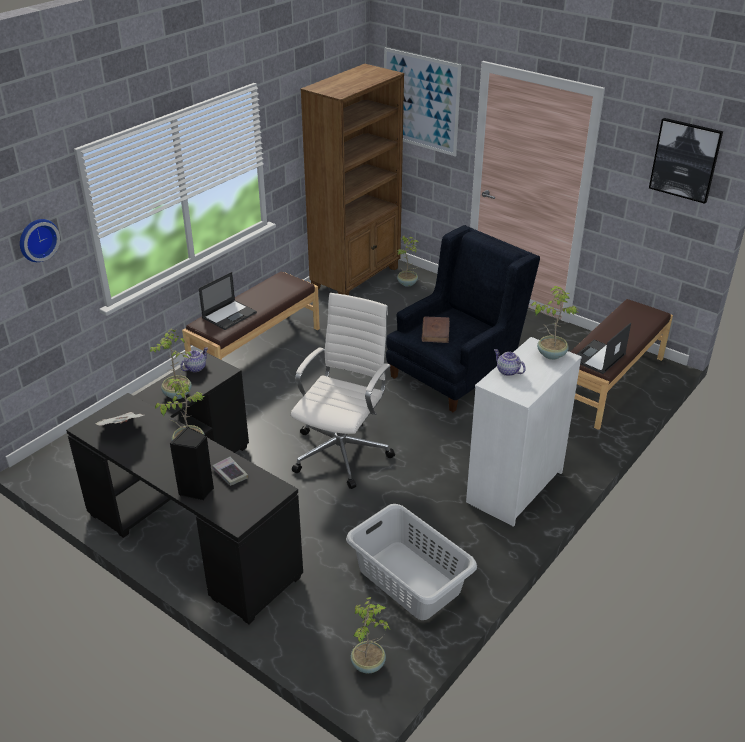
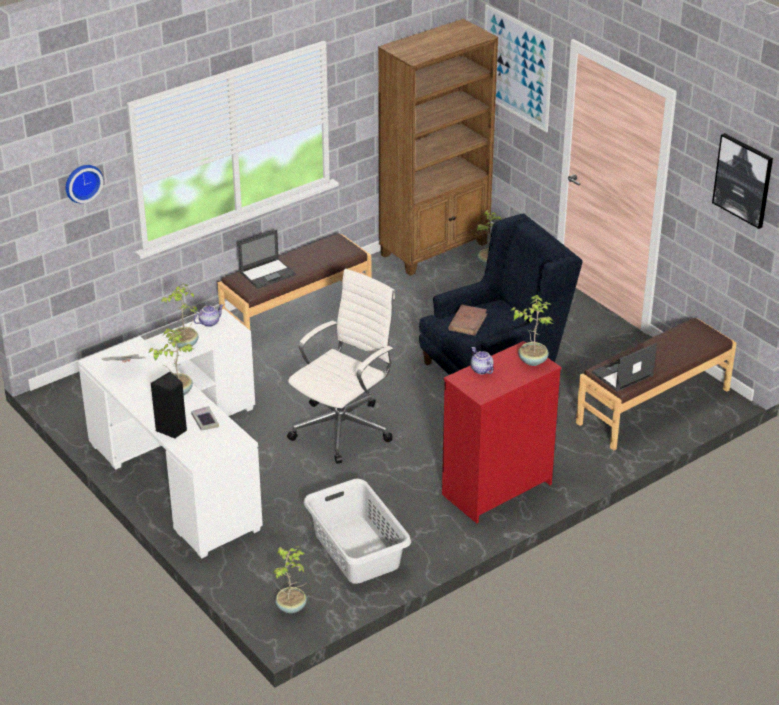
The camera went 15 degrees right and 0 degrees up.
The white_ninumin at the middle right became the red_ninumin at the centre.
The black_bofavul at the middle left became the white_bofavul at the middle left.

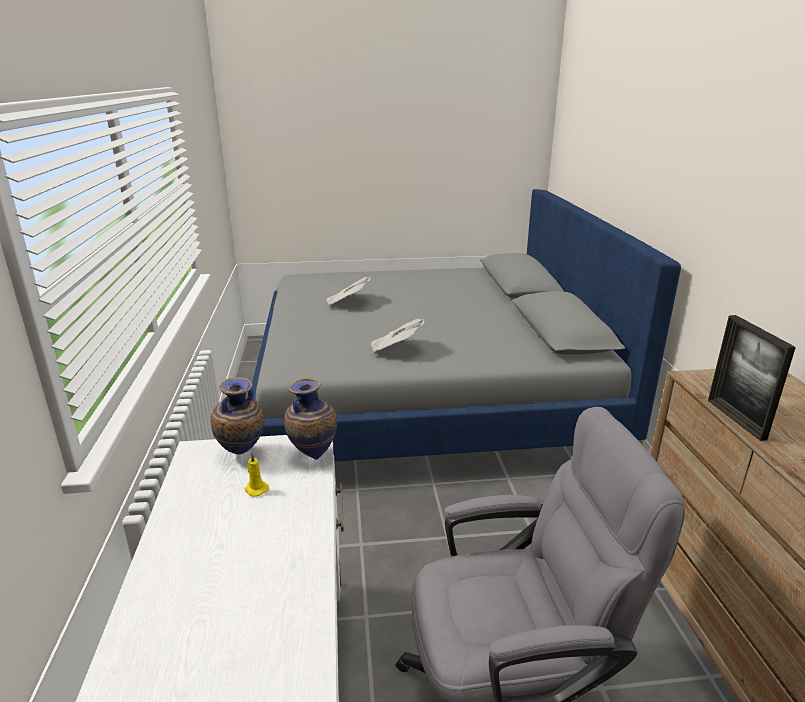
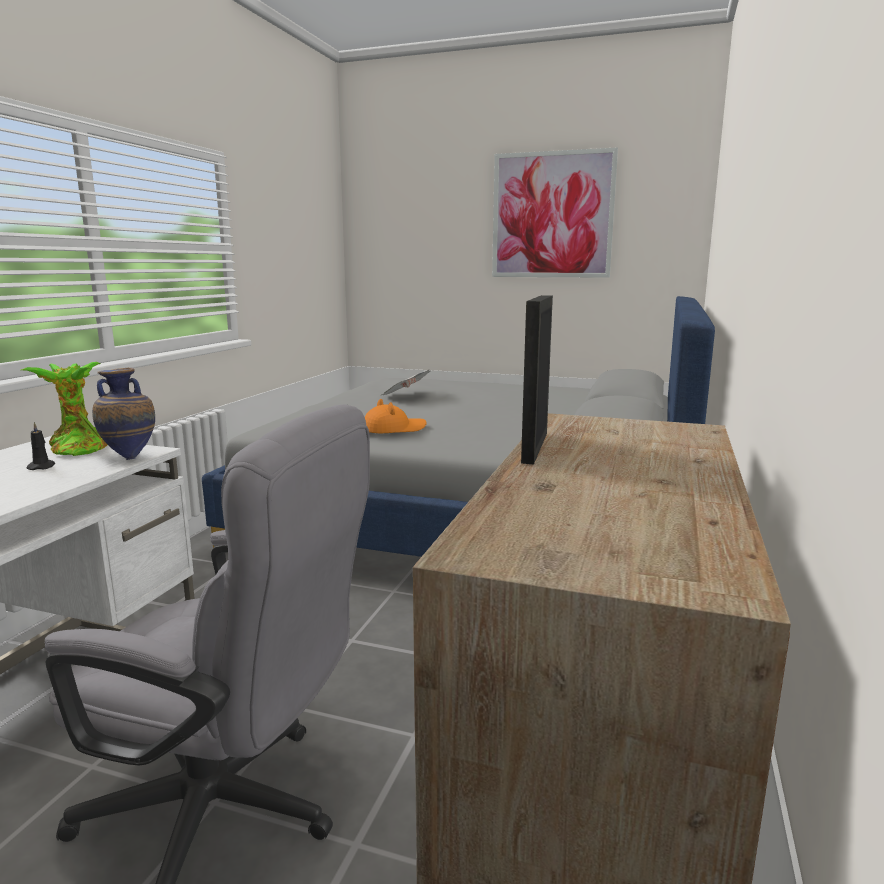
The camera went 25 degrees right and 10 degrees down.
The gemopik (no. 2 from left) at the centre was replaced by the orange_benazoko at the centre.
The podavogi (no. 1 from left) at the middle left was replaced by the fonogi at the middle left.
The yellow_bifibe at the bottom left became the black_bifibe at the middle left.
The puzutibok at the top centre appeared.

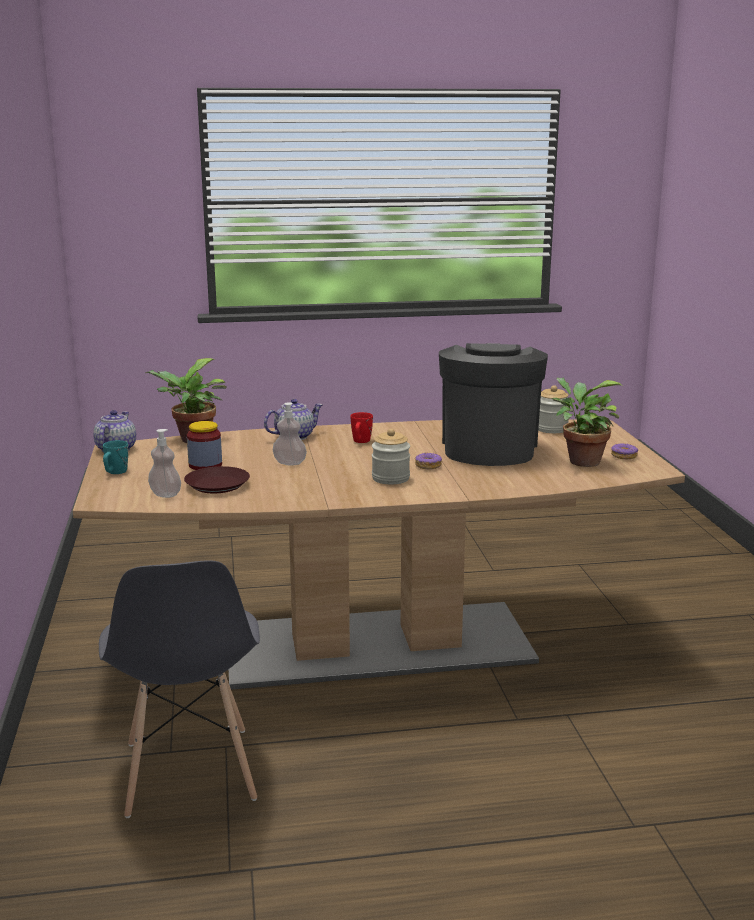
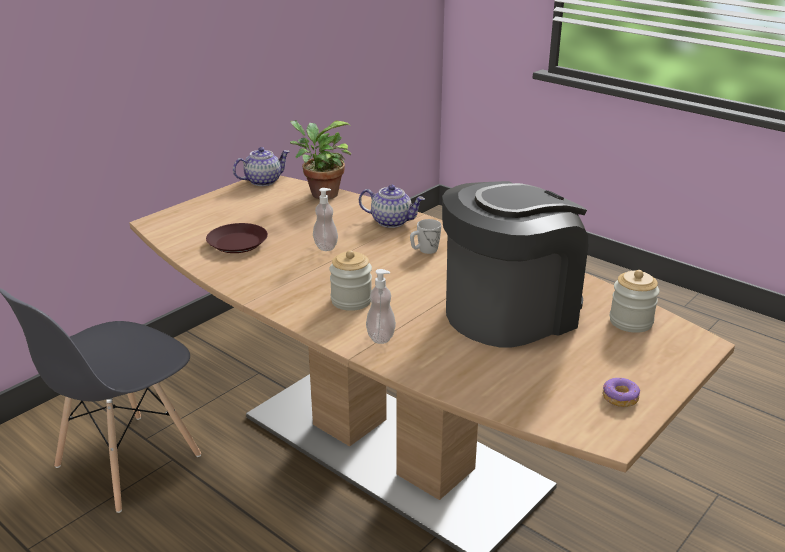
The camera went 50 degrees right and 10 degrees up.
The fonogi (no. 2 from left) at the middle right disappeared.
The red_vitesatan at the centre became the white_vitesatan at the centre.
The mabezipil (no. 1 from left) at the middle left disappeared.
The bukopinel (no. 1 from left in the first image) moved from the middle left to the centre.
The turquoise_vitesatan at the middle left disappeared.
The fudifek (no. 1 from left) at the centre disappeared.

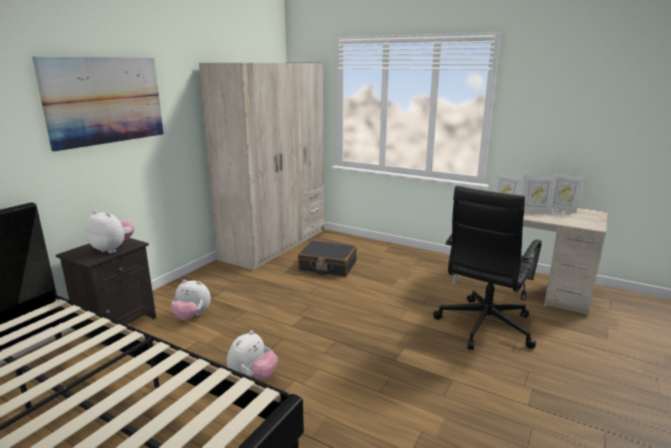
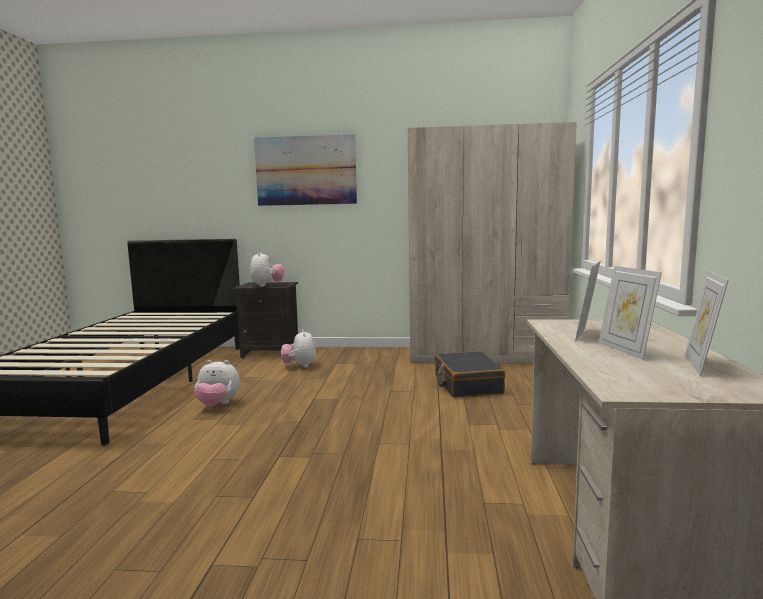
The camera went 65 degrees right and 10 degrees down.
The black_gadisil at the middle right disappeared.

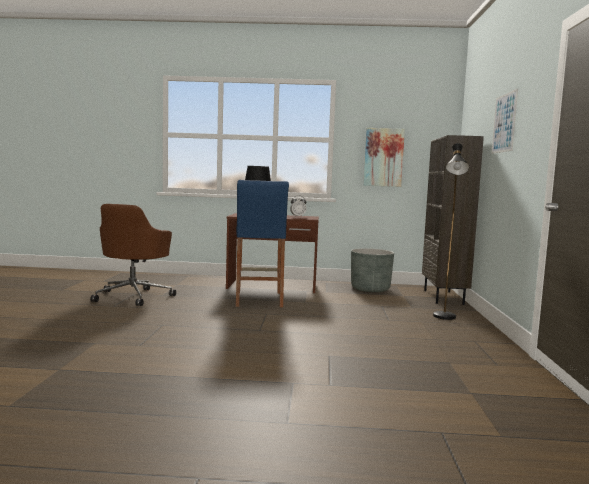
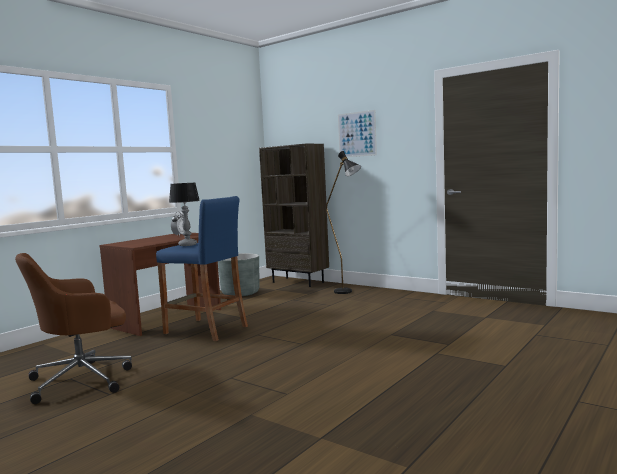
The camera went 55 degrees left and 0 degrees up.
The puzutibok (no. 1 from left) at the top centre disappeared.
The brown_gadisil at the middle left turned 105 degrees clockwise.

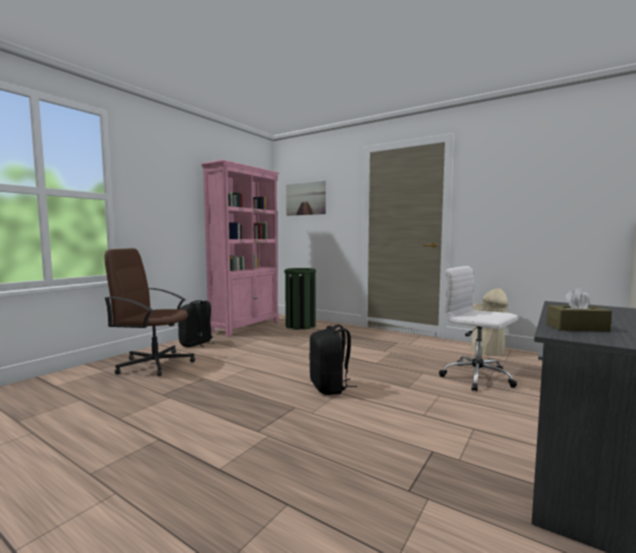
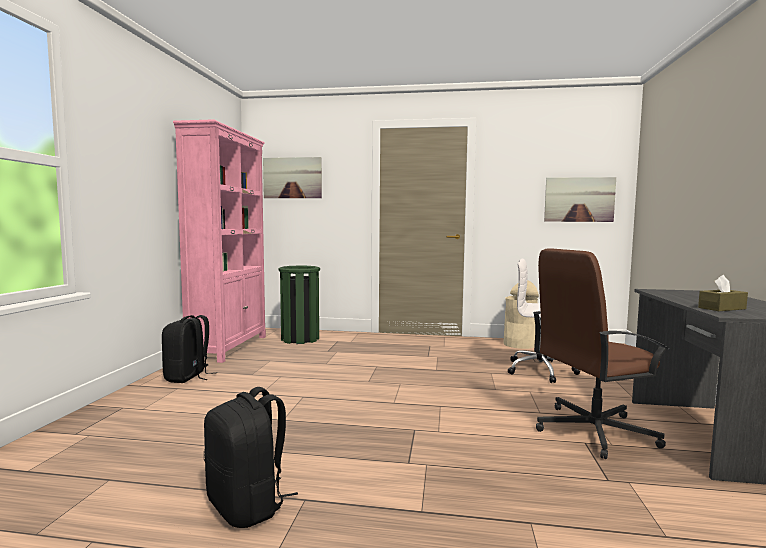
The camera went 25 degrees left and 0 degrees up.
The brown_gadisil moved from the middle left to the middle right.
The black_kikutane (no. 2 from left) moved from the centre to the bottom left.
The puzutibok (no. 2 from left) at the middle right appeared.

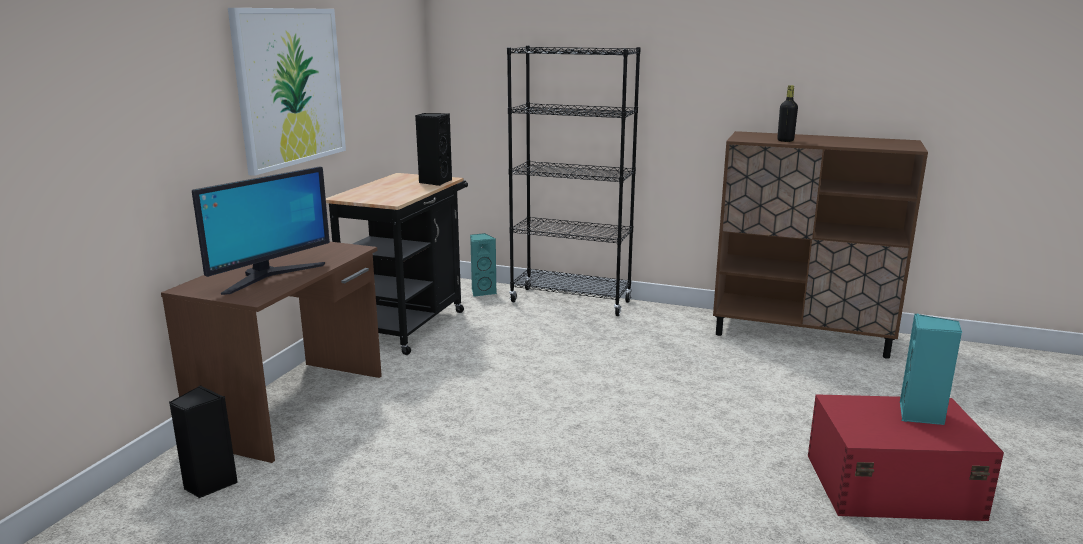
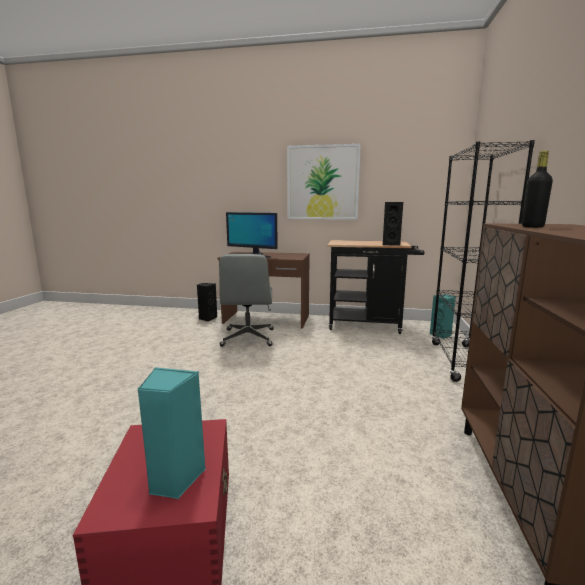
The camera went 80 degrees right and 5 degrees down.
The grey_gadisil at the centre appeared.

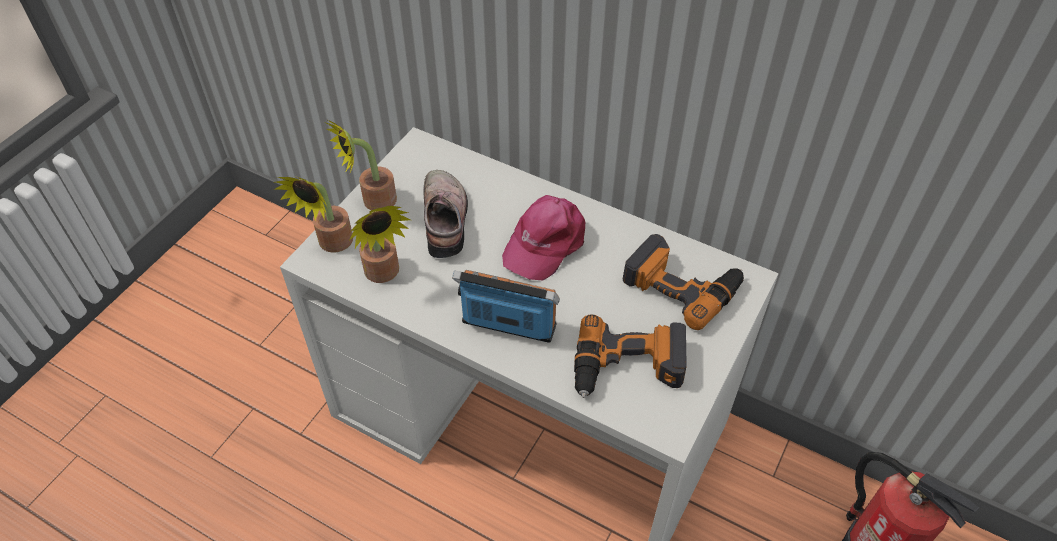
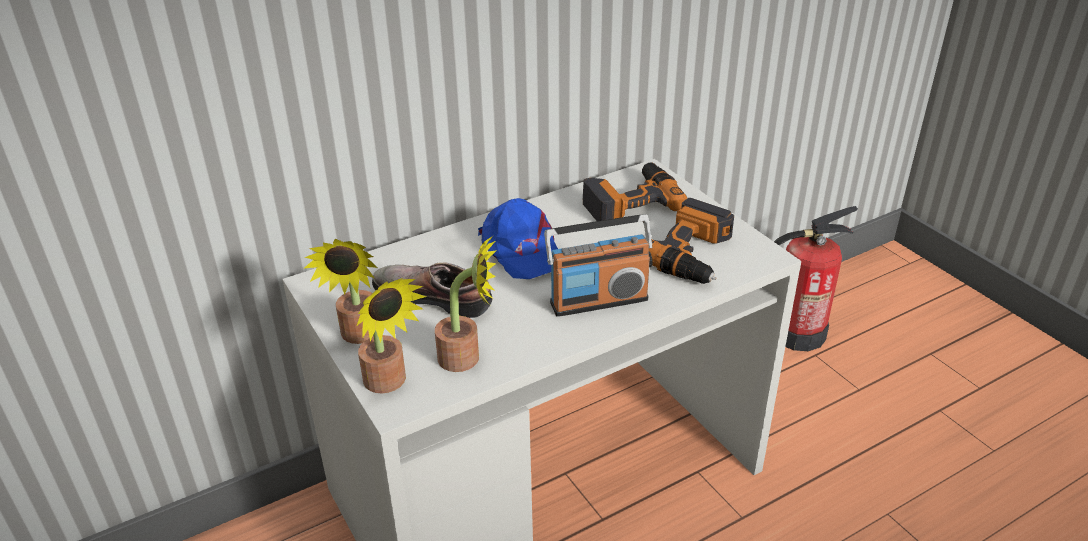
The camera went 60 degrees left and 15 degrees down.
The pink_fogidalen at the centre became the blue_fogidalen at the centre.
The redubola at the centre turned 150 degrees counterclockwise.

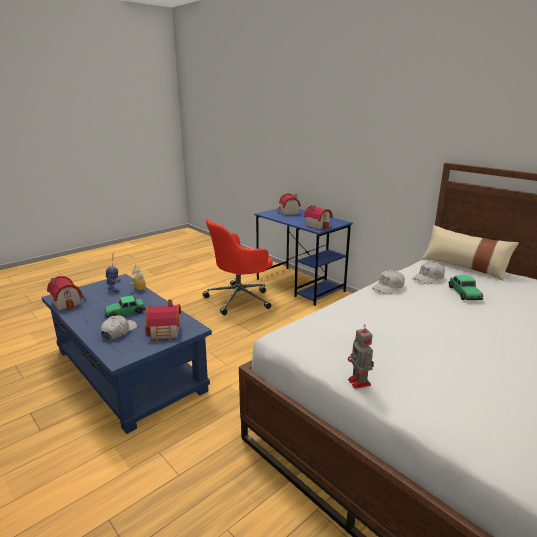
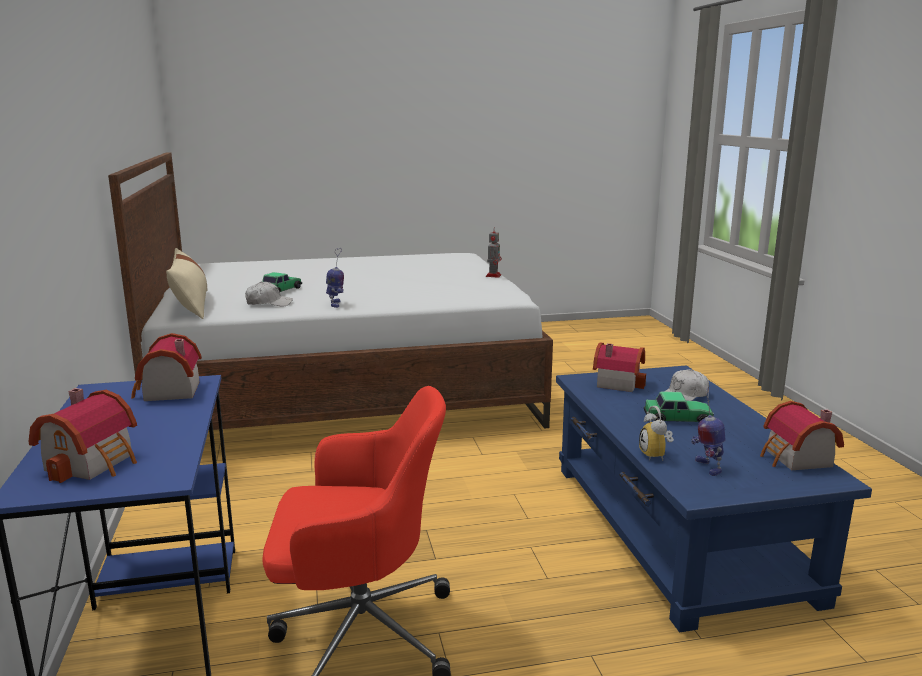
The camera went 150 degrees left and 5 degrees down.
The white_fogidalen (no. 2 from left) at the middle right was replaced by the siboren (no. 1 from left) at the centre.

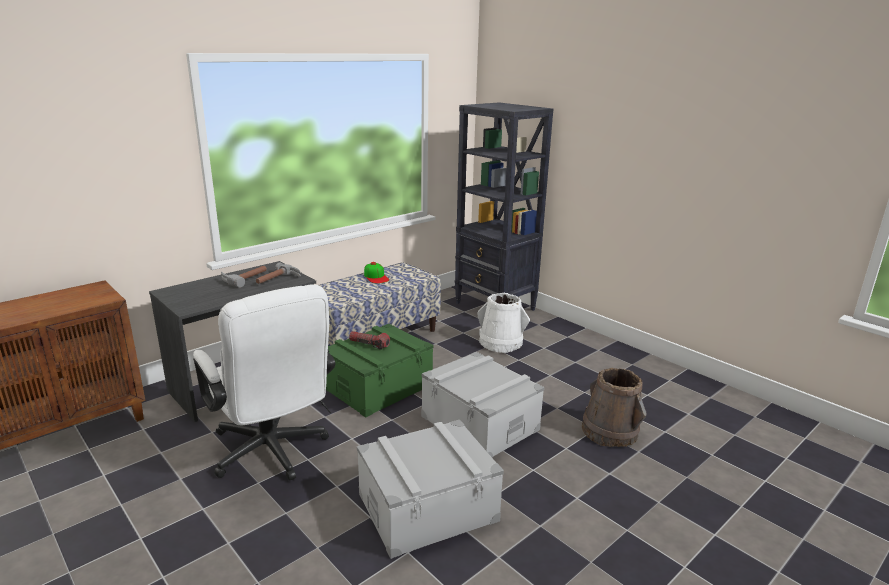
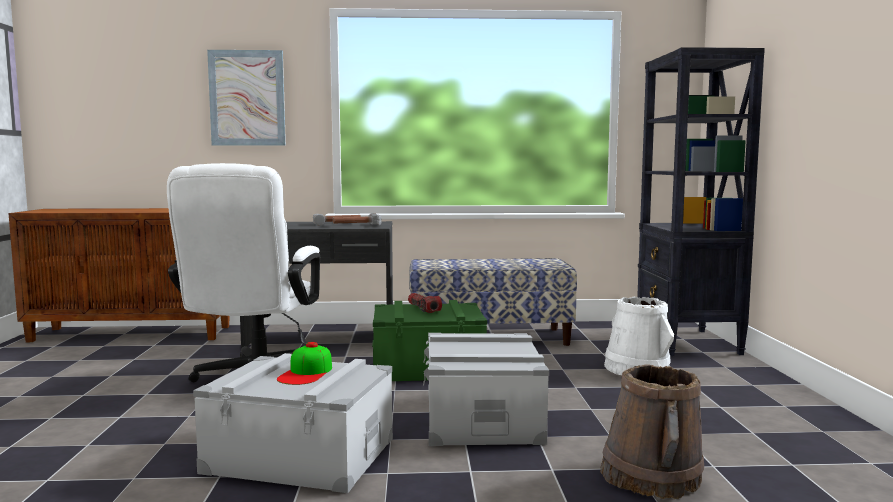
The camera went 40 degrees right and 15 degrees down.
The fogidalen moved from the centre to the bottom centre.
The puzutibok at the top left appeared.

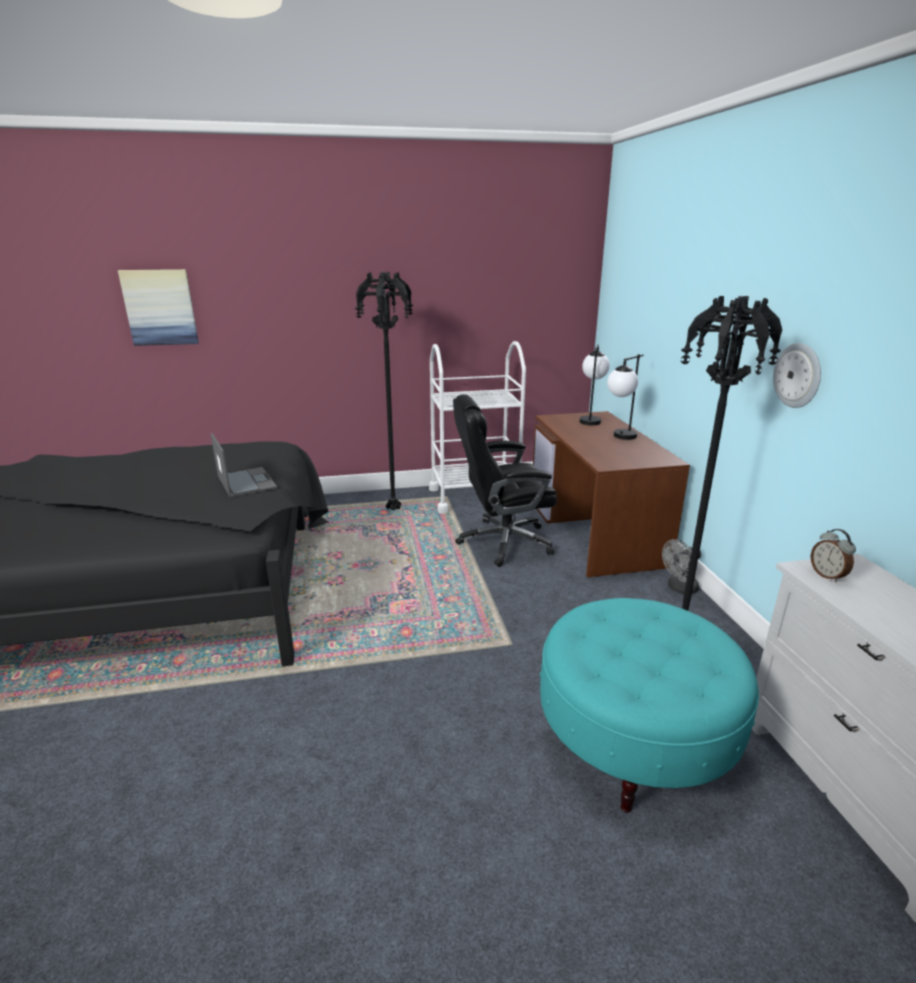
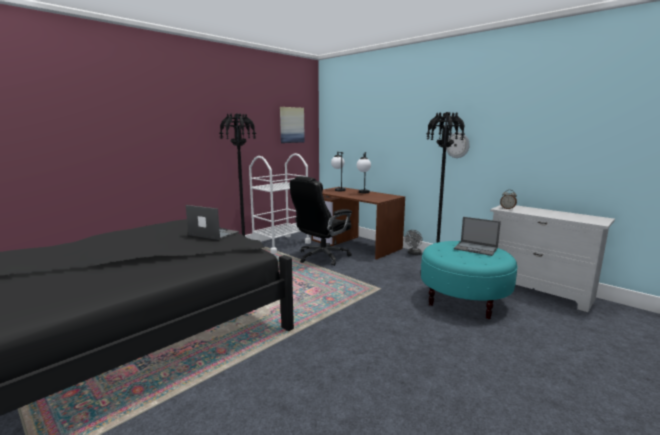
The camera went 35 degrees left and 10 degrees down.
The puzutibok moved from the top left to the top centre.
The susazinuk (no. 2 from left) at the middle right appeared.

